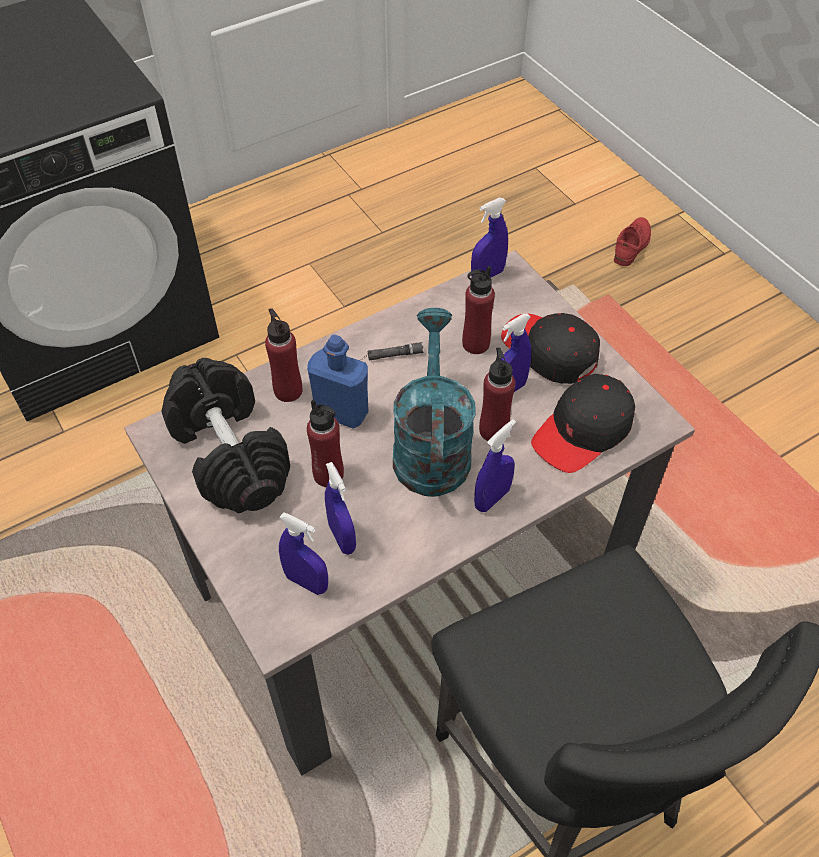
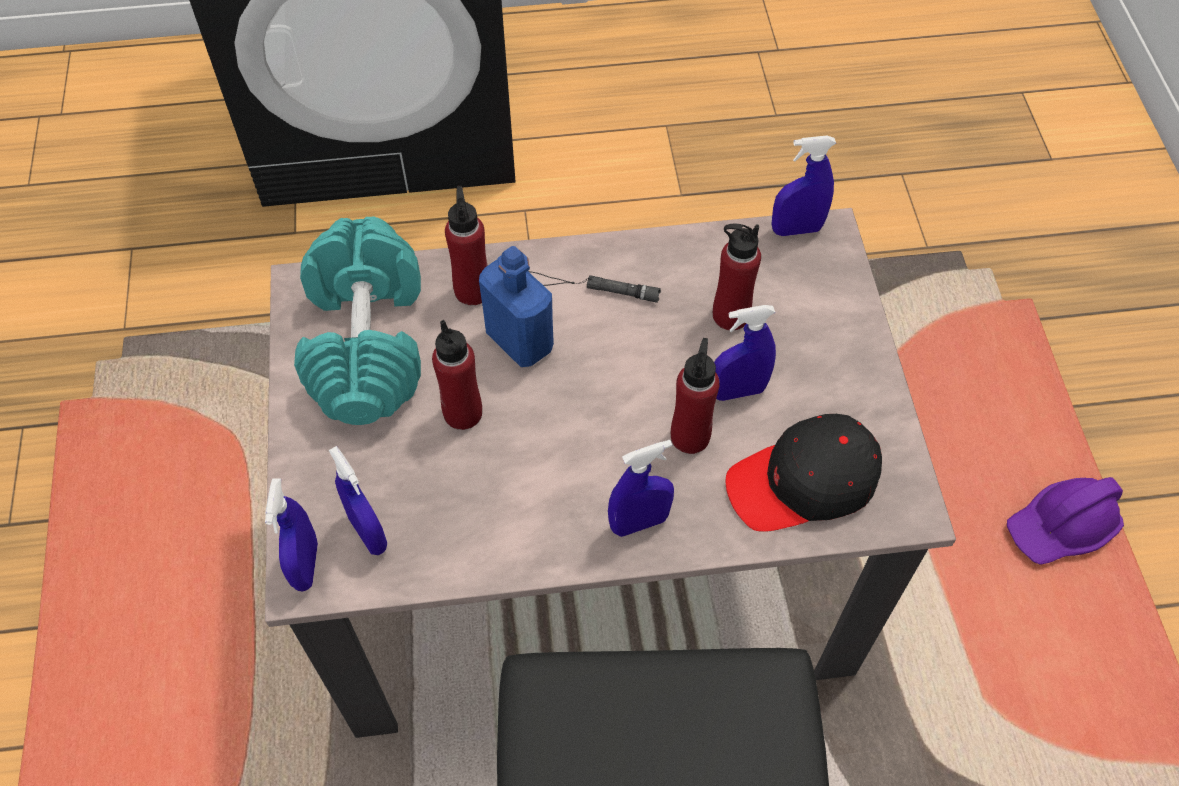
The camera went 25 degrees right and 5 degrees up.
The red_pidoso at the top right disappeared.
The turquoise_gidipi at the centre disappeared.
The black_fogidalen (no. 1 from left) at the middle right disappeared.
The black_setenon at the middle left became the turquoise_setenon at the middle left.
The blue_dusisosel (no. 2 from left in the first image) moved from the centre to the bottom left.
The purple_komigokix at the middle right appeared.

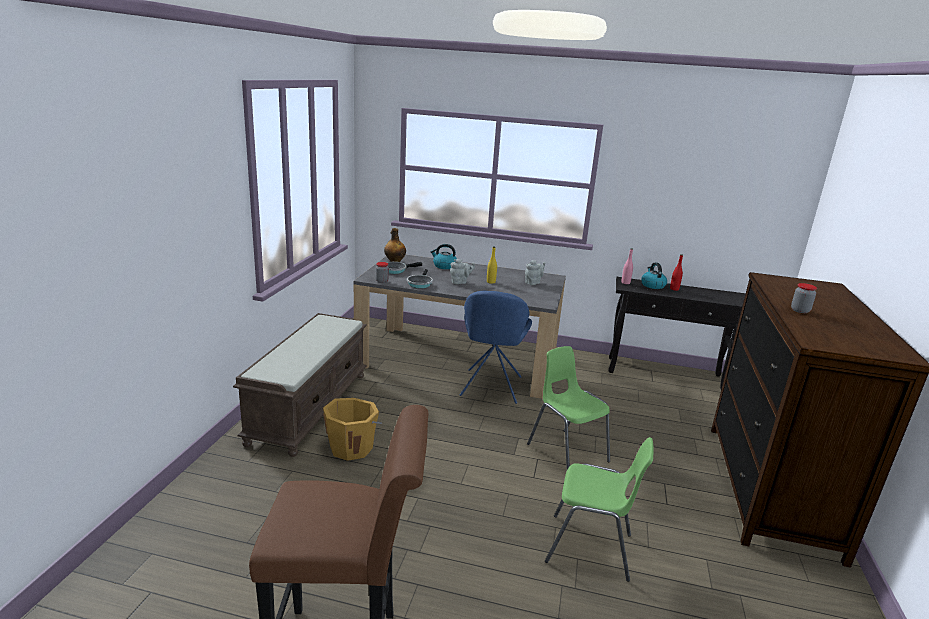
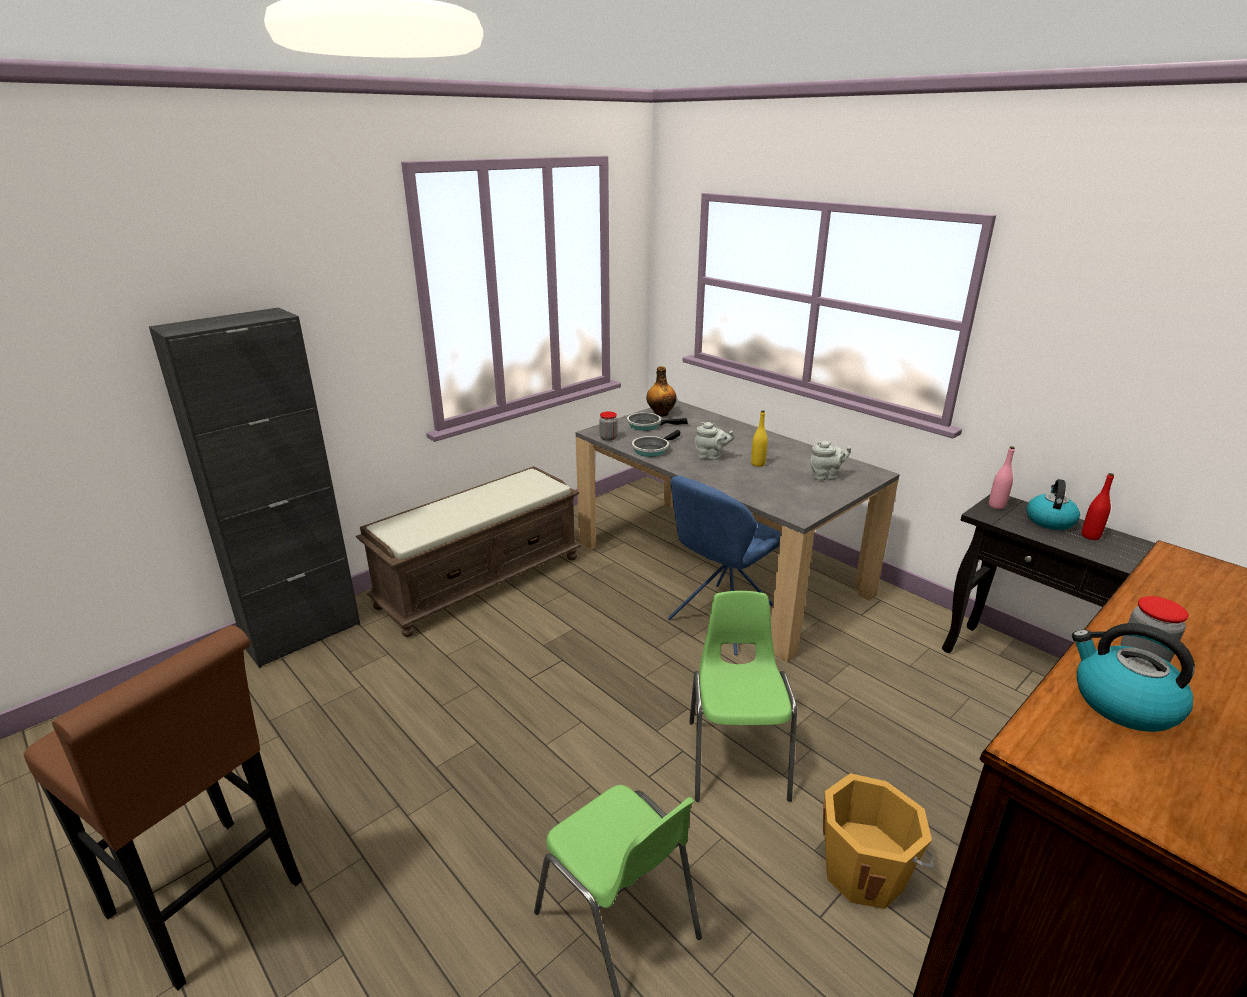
The camera went 35 degrees right and 5 degrees up.
The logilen (no. 1 from left in the first image) moved from the centre to the bottom right.
The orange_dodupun moved from the bottom centre to the bottom right.
The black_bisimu at the middle left appeared.

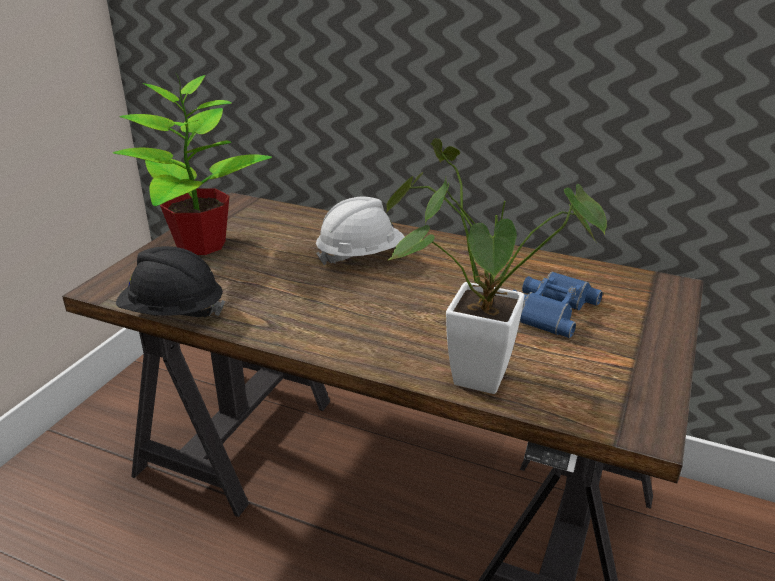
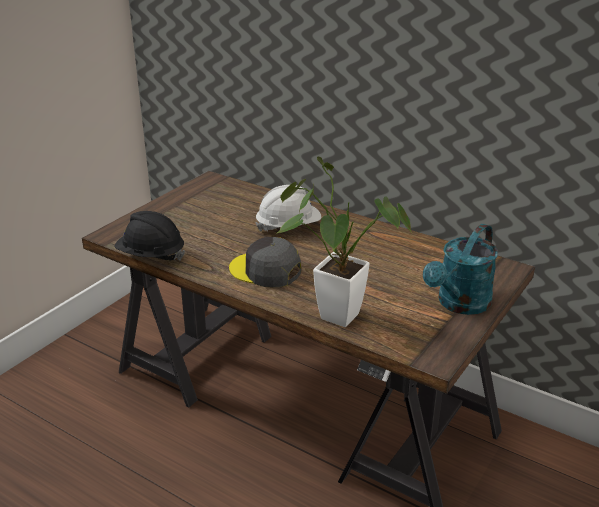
The camera went 10 degrees right and 0 degrees up.
The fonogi (no. 1 from left) at the top left disappeared.
The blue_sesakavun at the middle right disappeared.
The turquoise_gidipi at the middle right appeared.
The grey_fogidalen at the centre appeared.

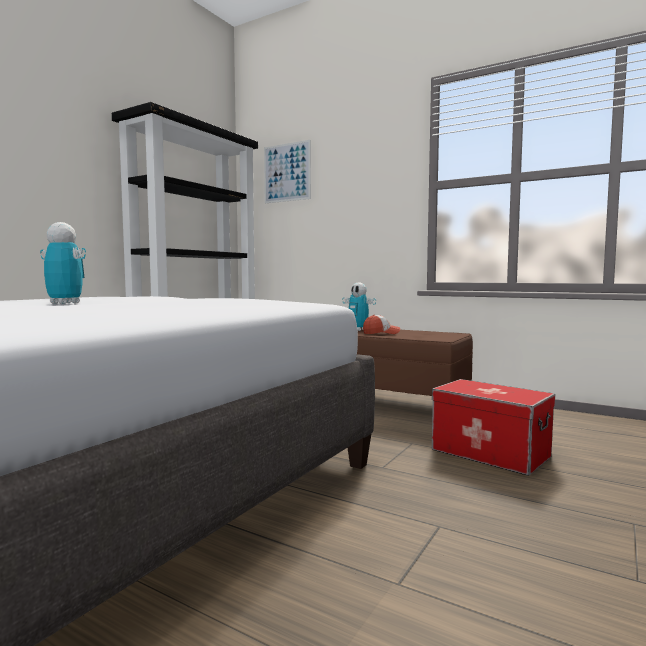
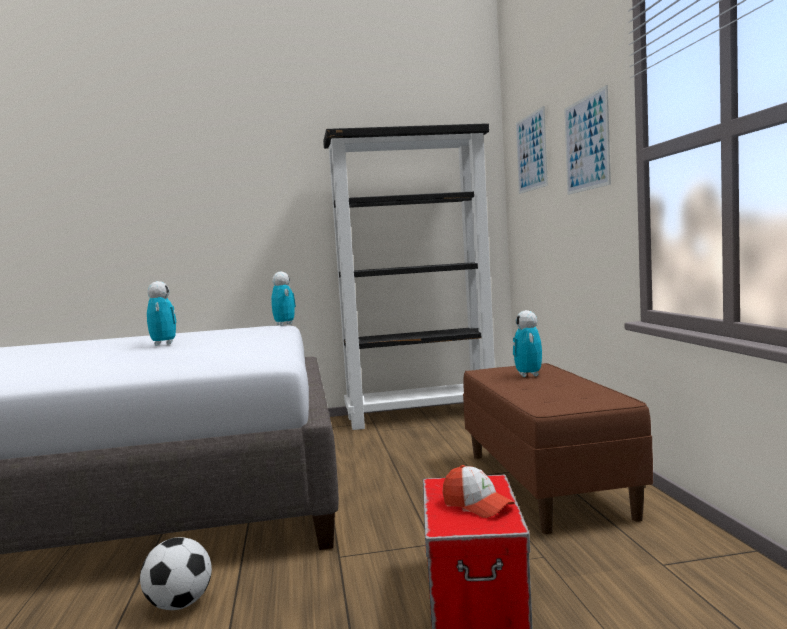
The camera went 50 degrees right and 0 degrees up.
The fogidalen moved from the centre to the bottom centre.
The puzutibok (no. 2 from left) at the top right appeared.
The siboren (no. 2 from left) at the centre appeared.
The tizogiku at the bottom left appeared.

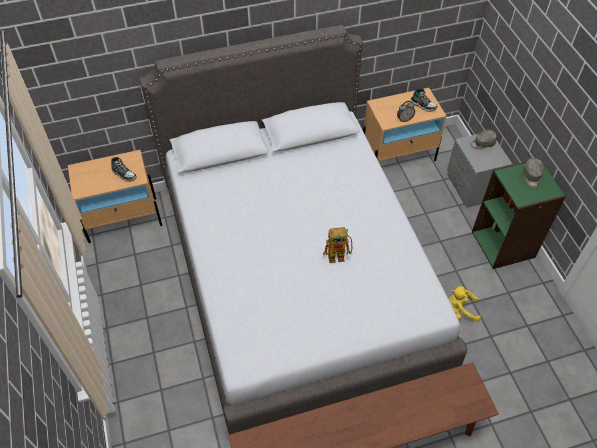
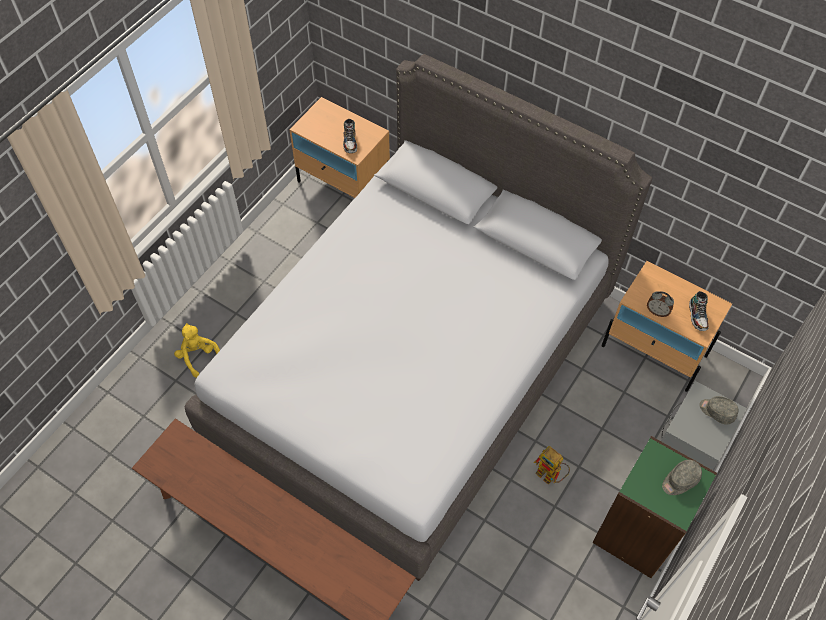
The camera went 50 degrees right and 5 degrees up.
The siboren moved from the centre to the bottom right.
The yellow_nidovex moved from the bottom right to the middle left.

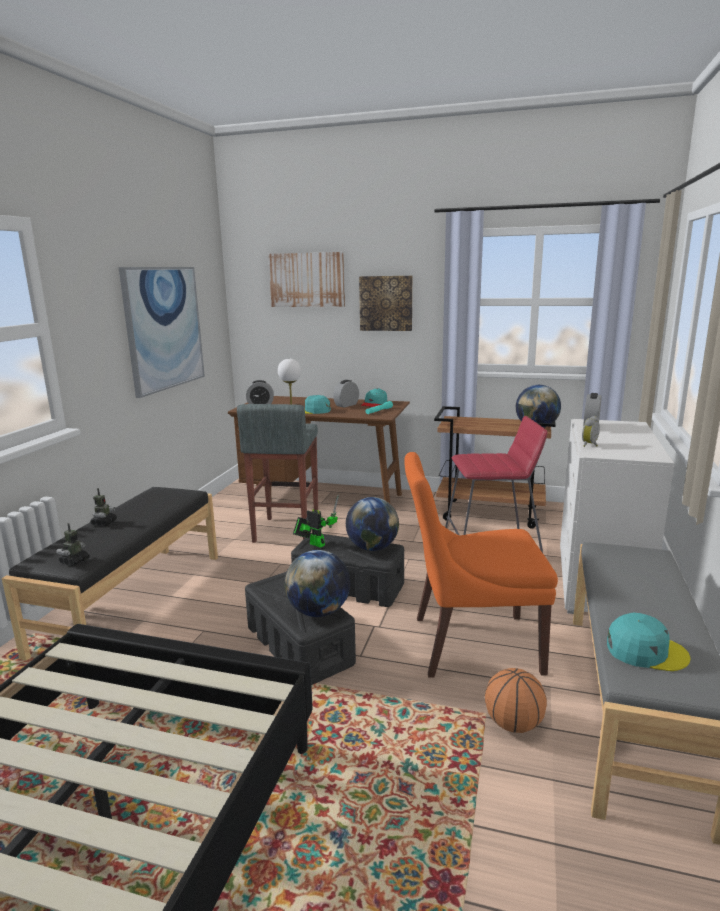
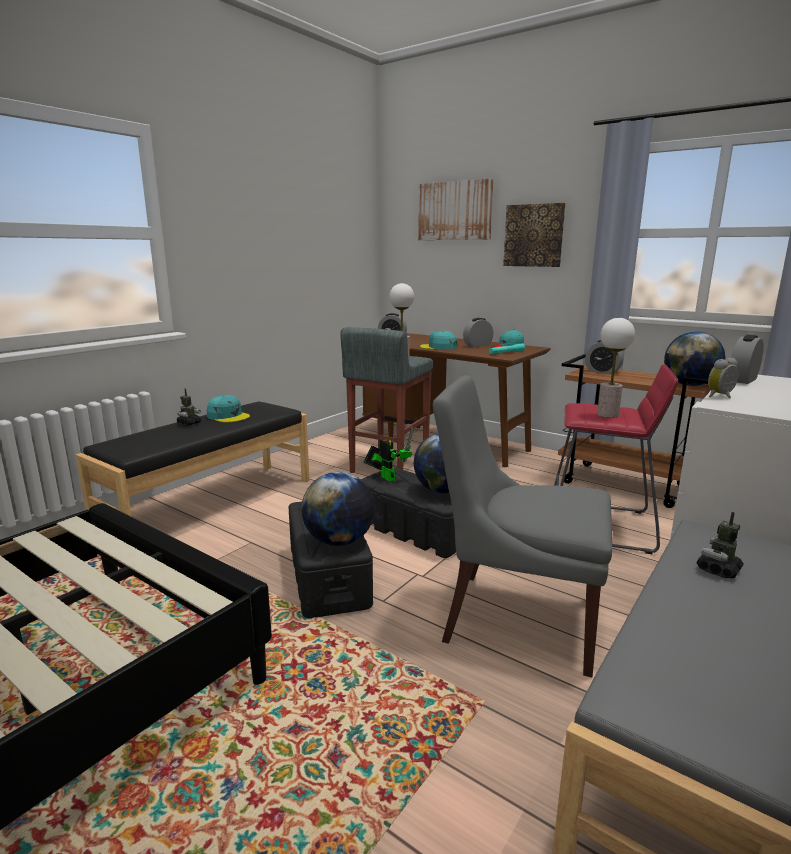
The camera went 20 degrees right and 0 degrees up.
The puzutibok (no. 1 from left) at the middle left disappeared.
The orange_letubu at the middle right became the grey_letubu at the centre.
The siboren (no. 1 from left in the first image) moved from the middle left to the middle right.
The turquoise_fogidalen (no. 3 from left in the first image) moved from the bottom right to the middle left.
The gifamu at the bottom right disappeared.
The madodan (no. 2 from left) at the middle right appeared.
The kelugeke (no. 3 from left) at the middle right appeared.

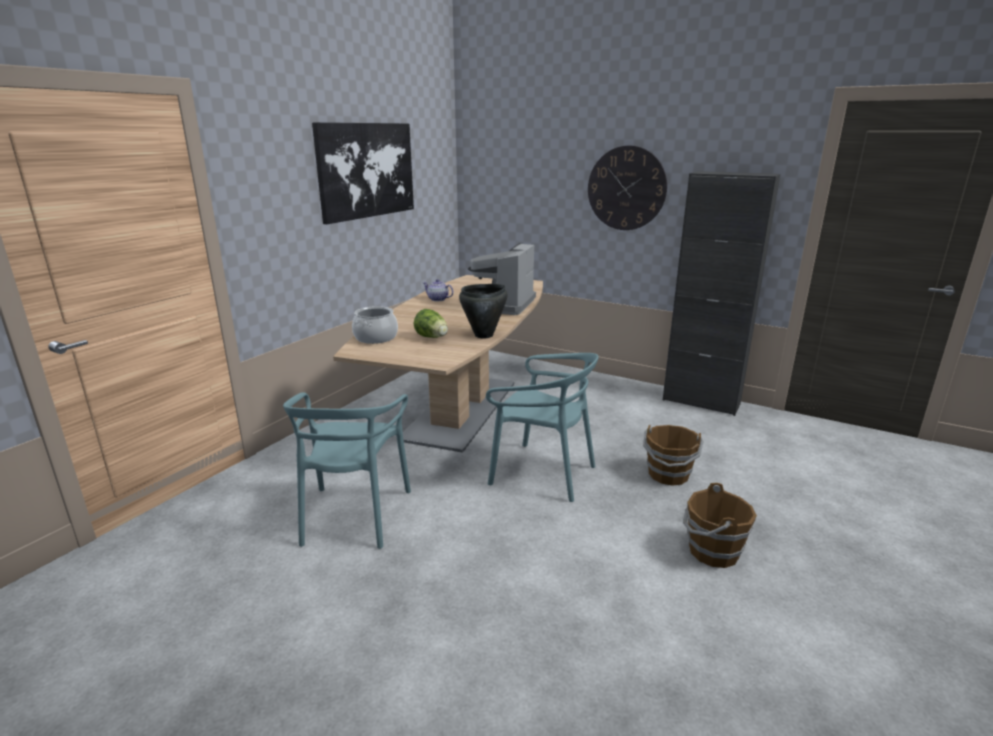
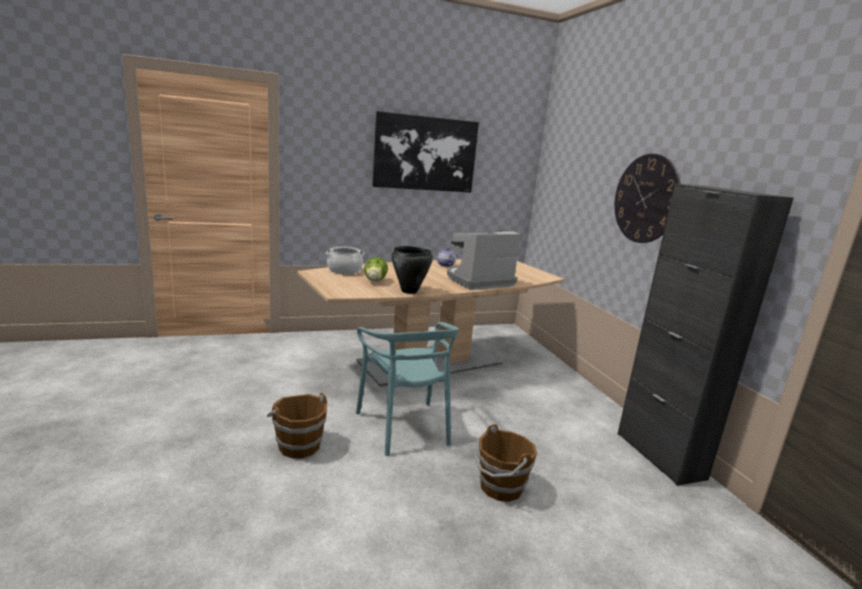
The camera went 40 degrees right and 5 degrees down.
The turquoise_letubu (no. 1 from left) at the centre disappeared.
The brown_dodupun (no. 2 from left in the first image) moved from the bottom right to the bottom centre.

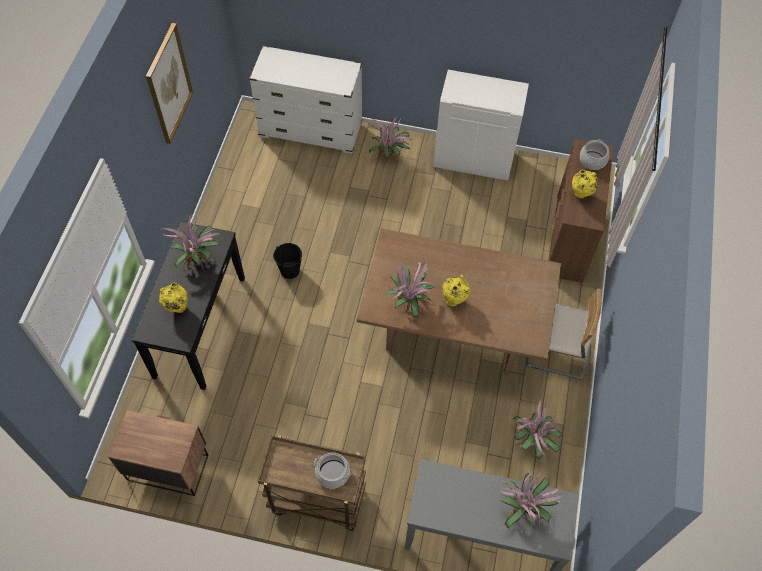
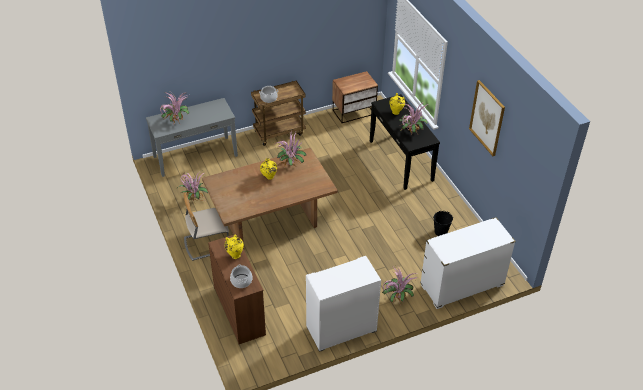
The camera went 145 degrees right and 15 degrees down.
The black_dodupun moved from the centre to the middle right.

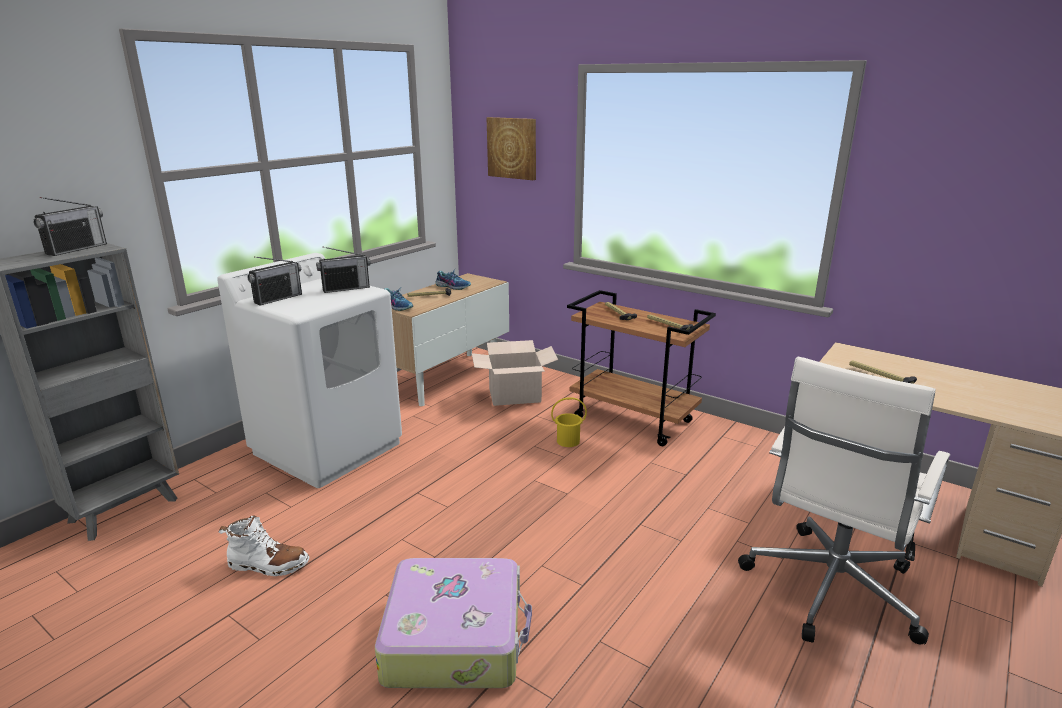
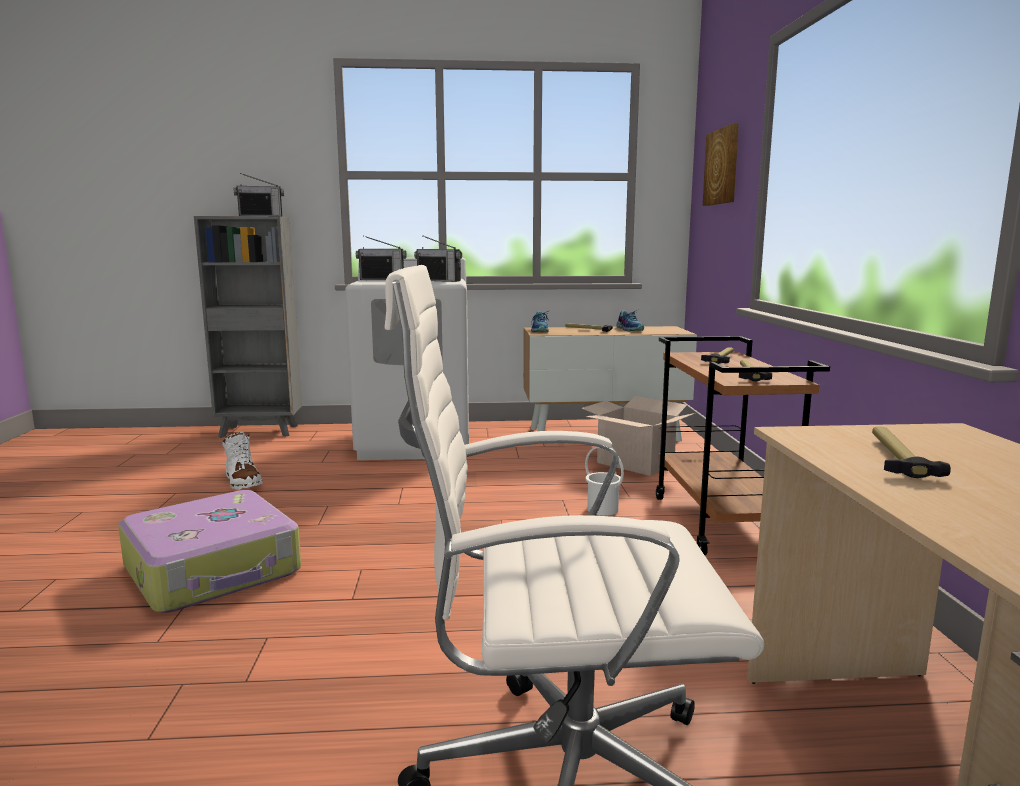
The camera went 50 degrees right and 10 degrees down.
The yellow_dodupun at the centre became the white_dodupun at the centre.

